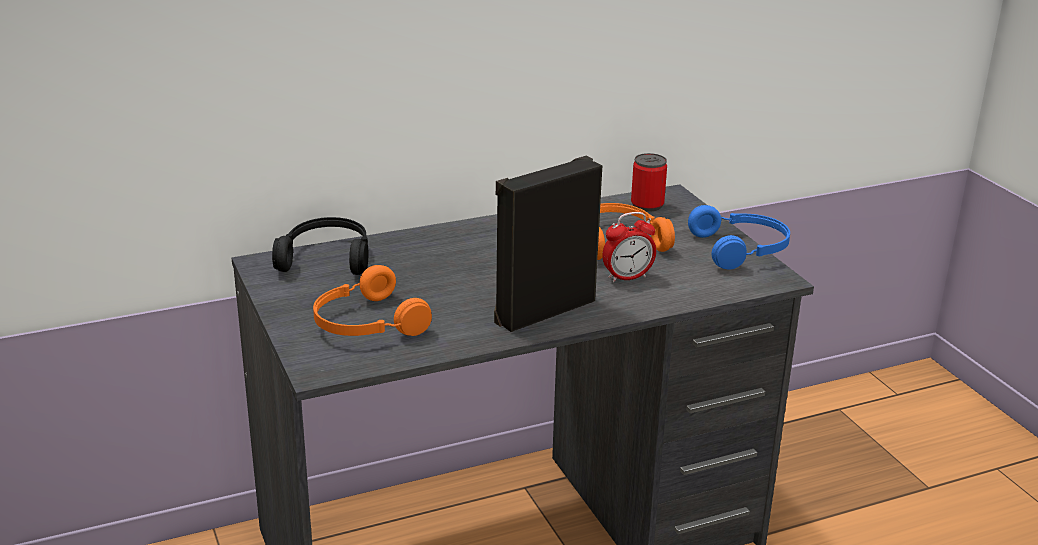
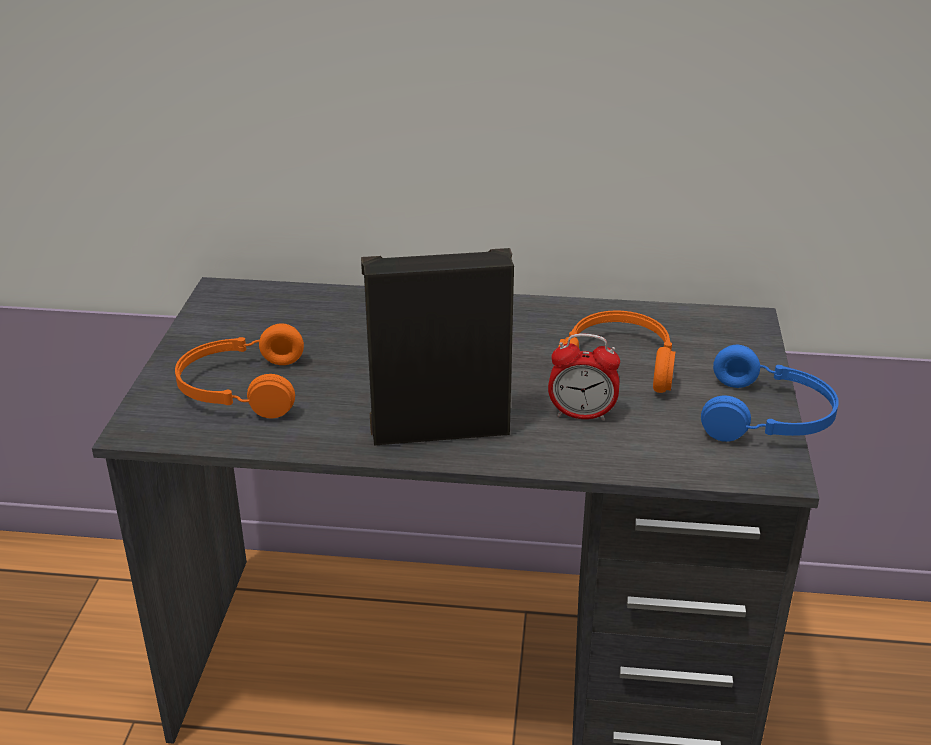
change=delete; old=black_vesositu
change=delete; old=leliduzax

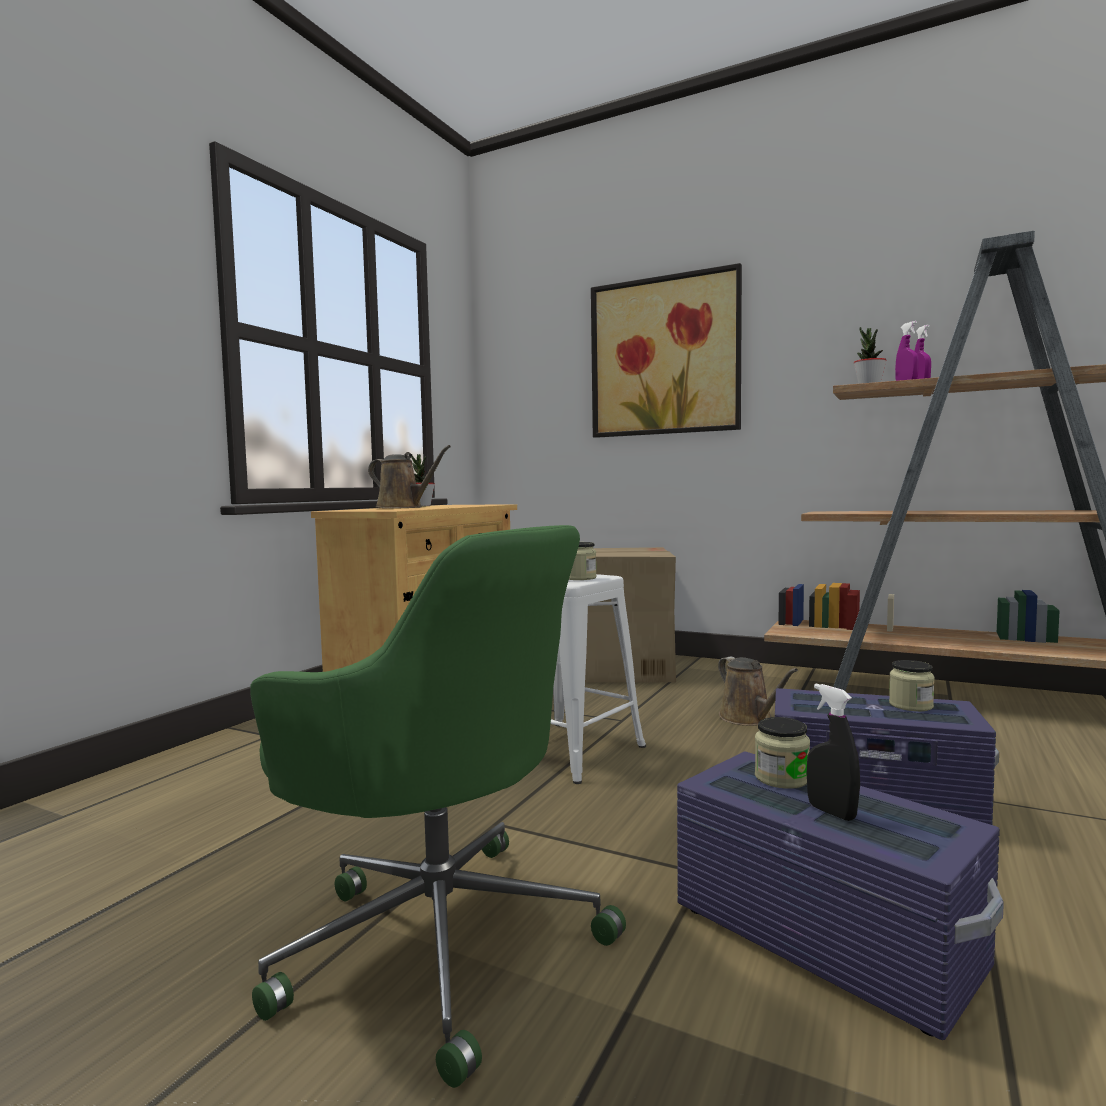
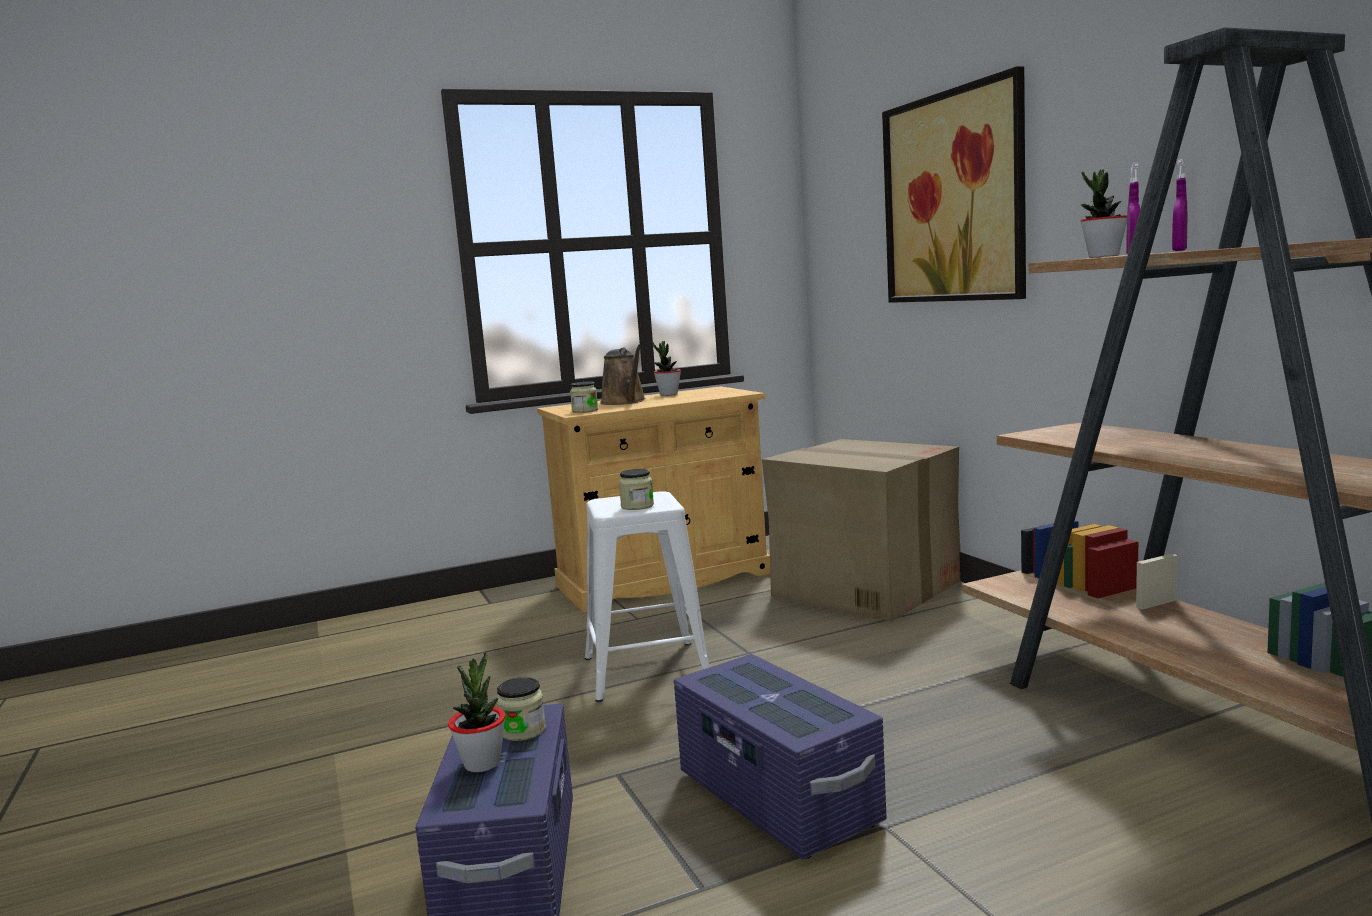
change=replace; old=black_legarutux; new=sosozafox (1st from left)
change=move; old=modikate (3rd from left in the first image); new=modikate (2nd from left)
change=delete; old=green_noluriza
change=delete; old=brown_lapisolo (2nd from left)

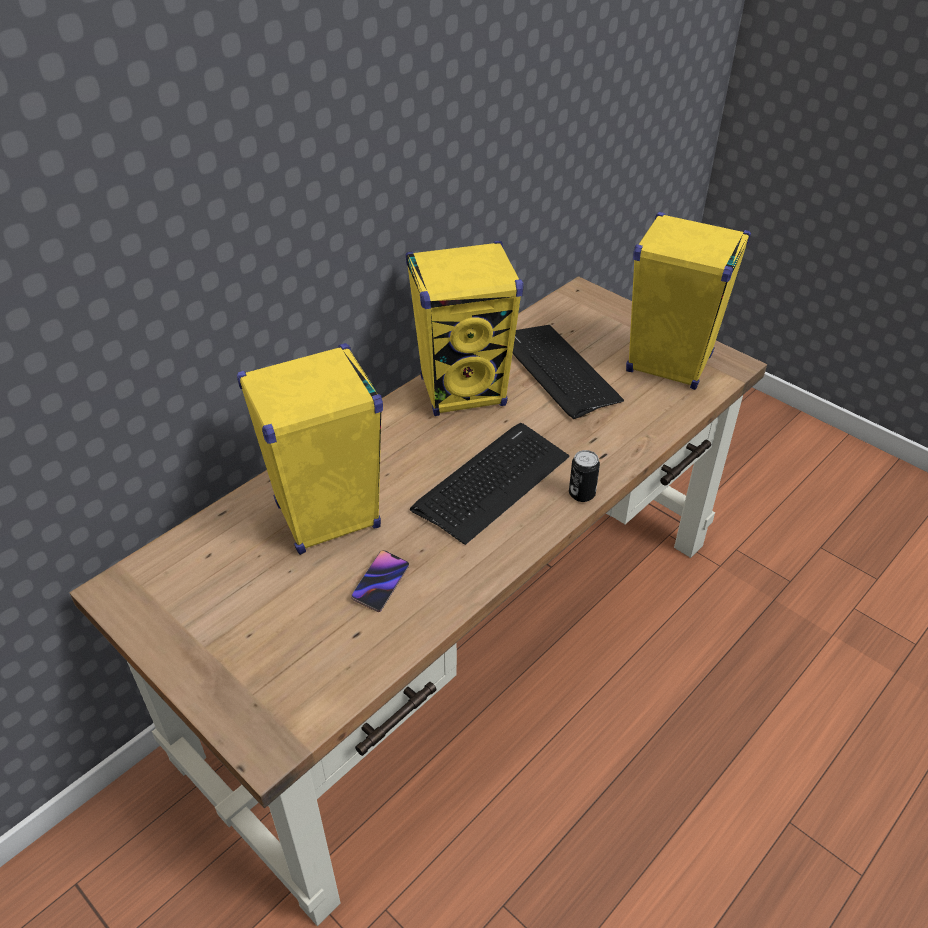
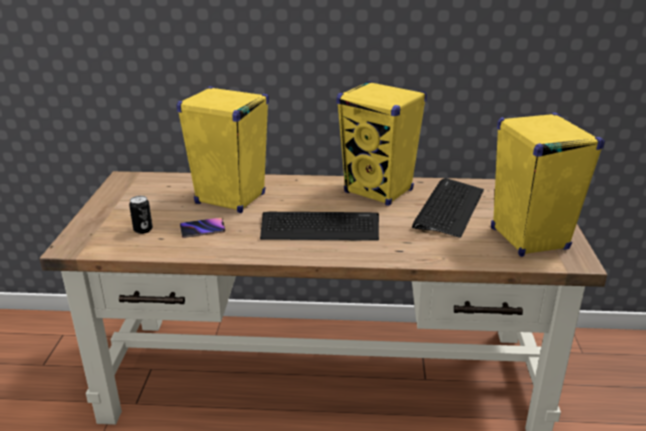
change=move; old=leliduzax

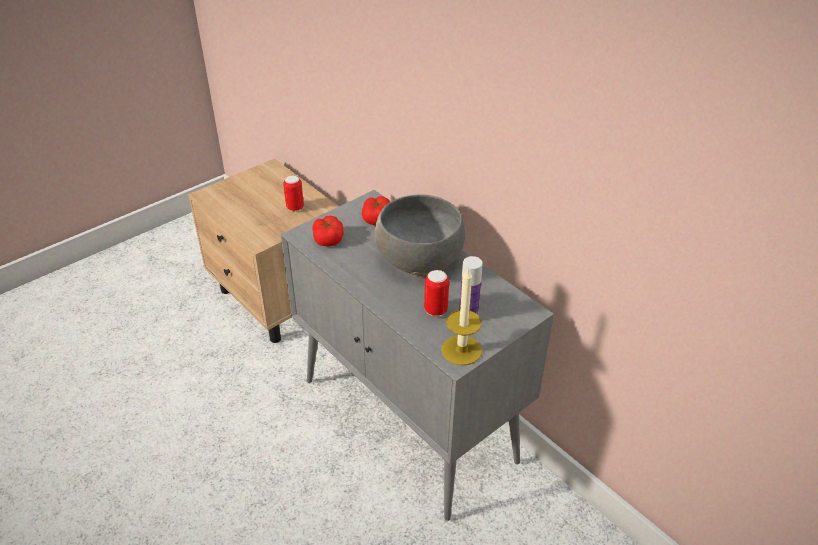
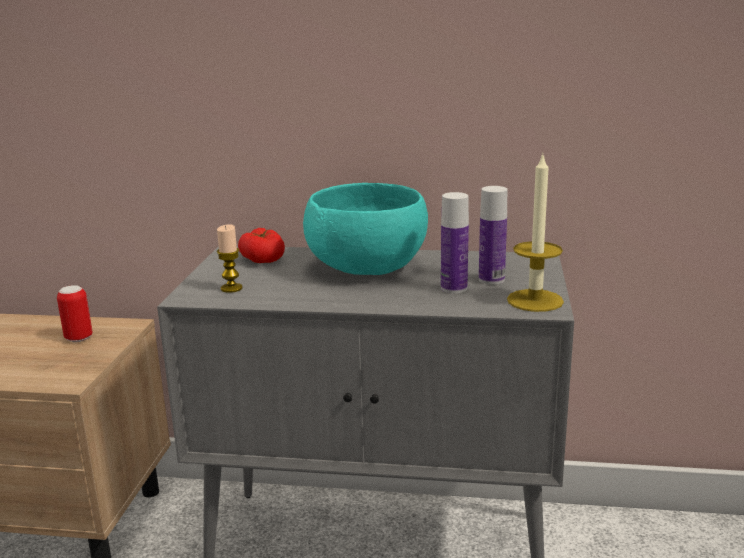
change=replace; old=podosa (1st from left); new=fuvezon (1st from left)
change=recolor; old=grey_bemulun; new=turquoise_bemulun
change=replace; old=leliduzax (2nd from left); new=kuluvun (1st from left)

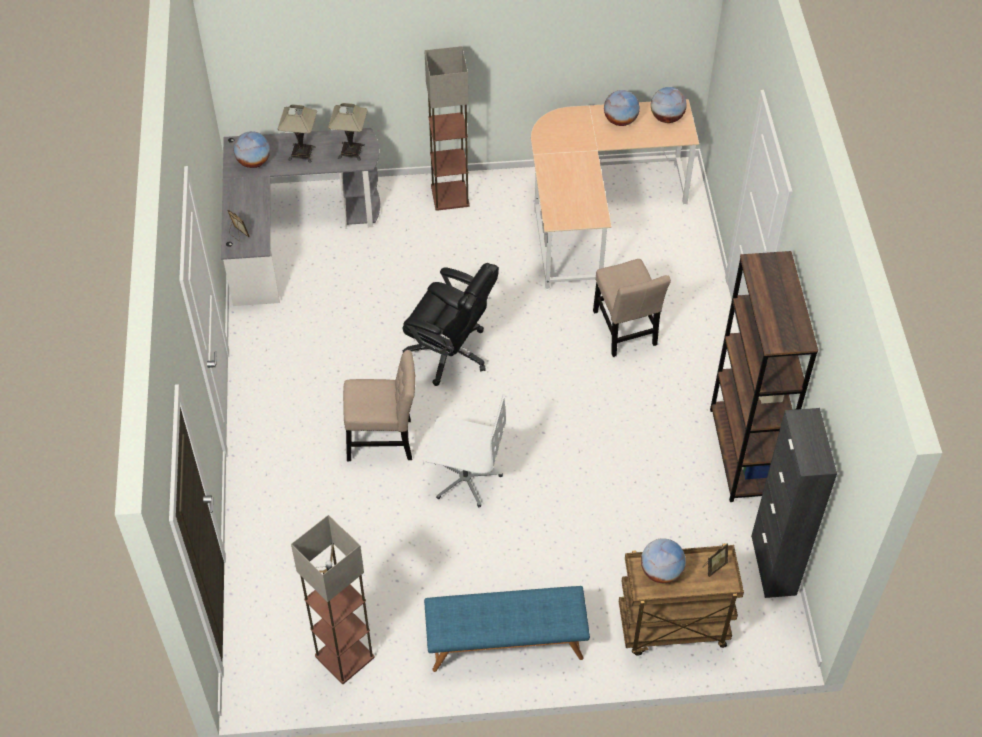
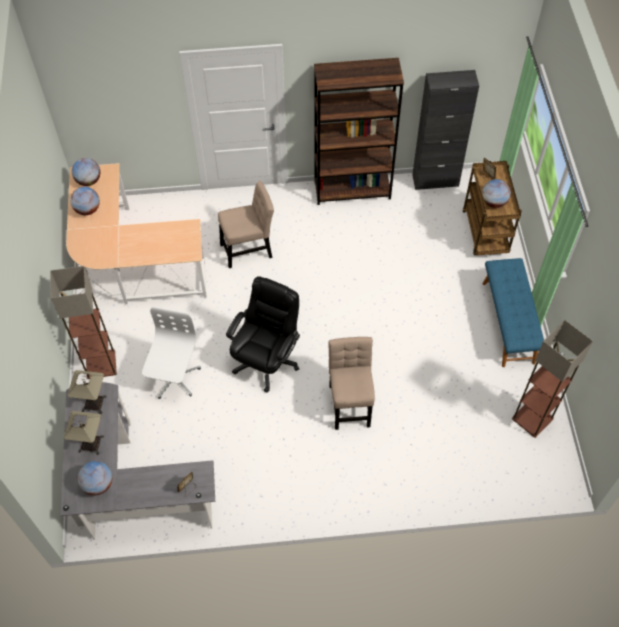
change=move; old=white_noluriza

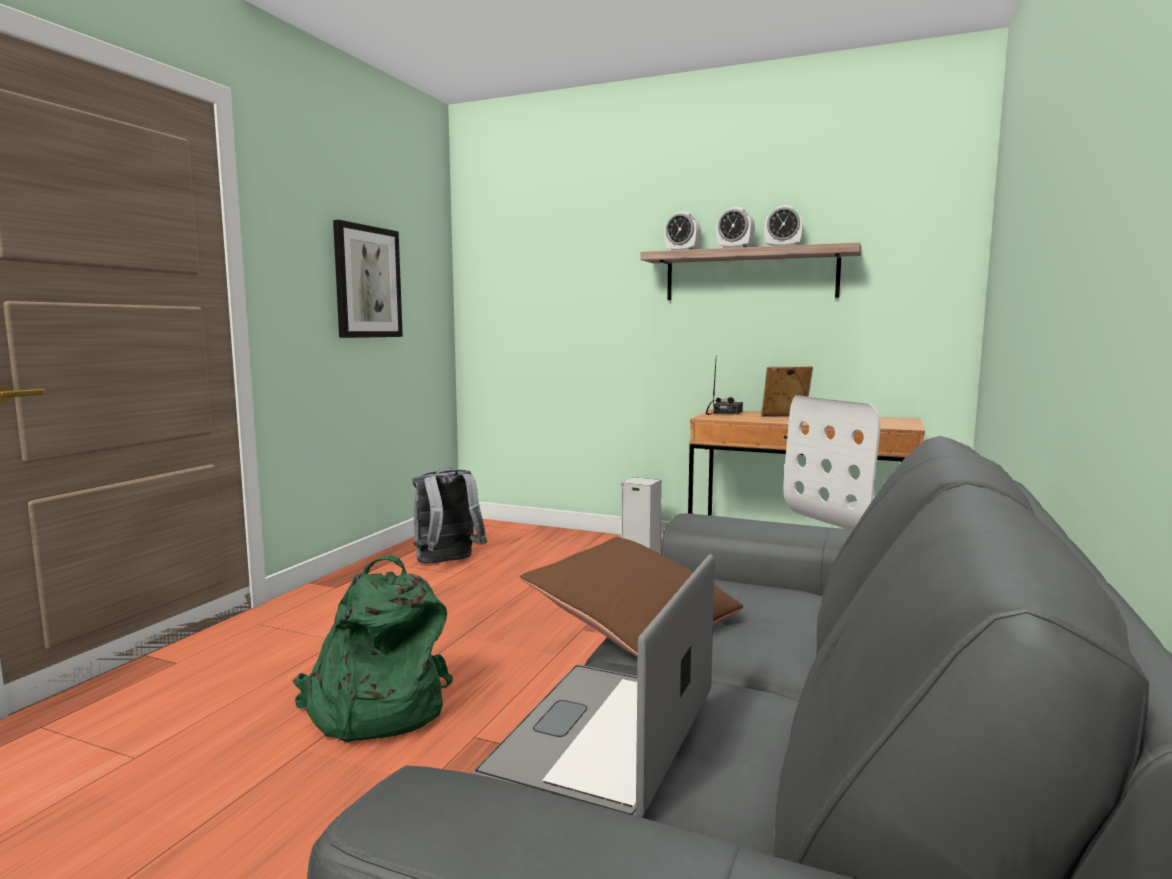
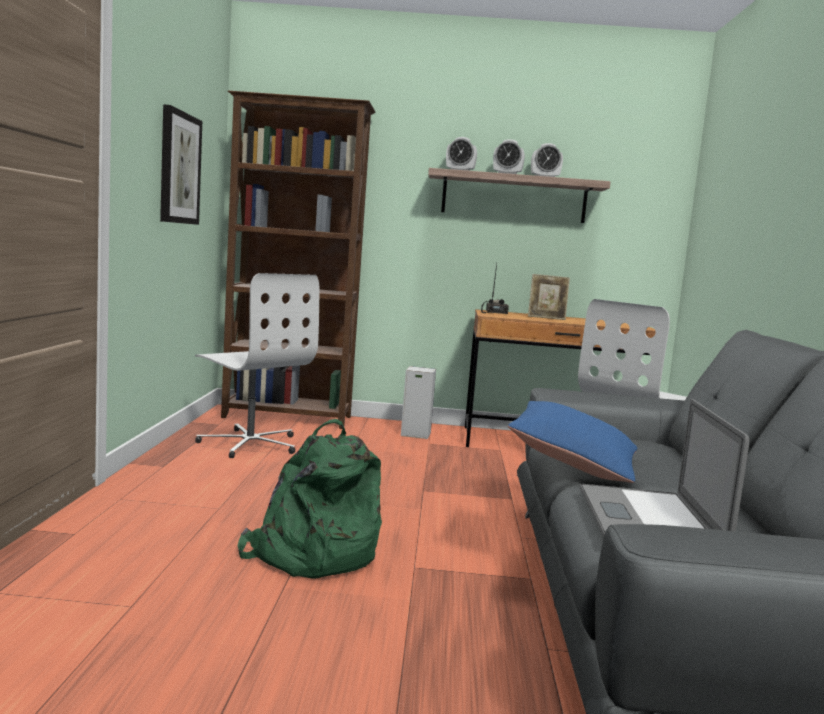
change=replace; old=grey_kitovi; new=white_noluriza (1st from left)
change=insert; new=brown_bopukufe
change=recolor; old=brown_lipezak; new=blue_lipezak
change=rotate; old=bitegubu; degrees=-150

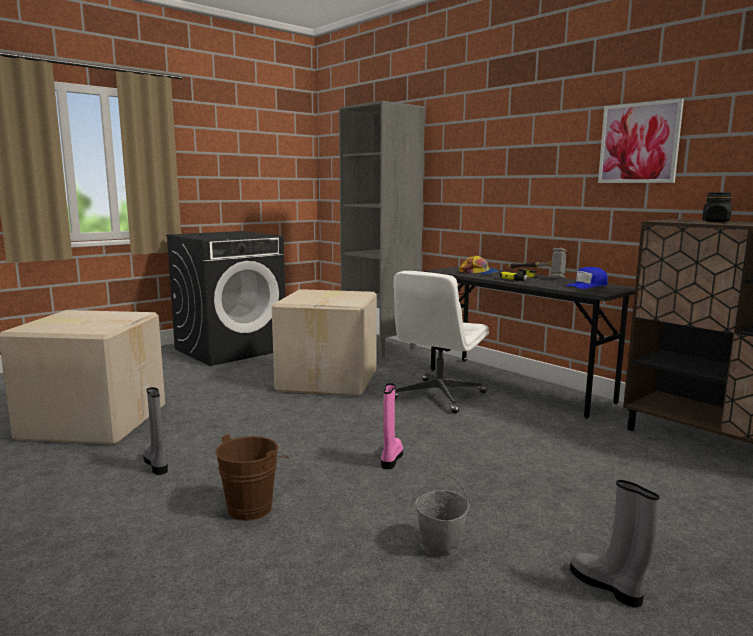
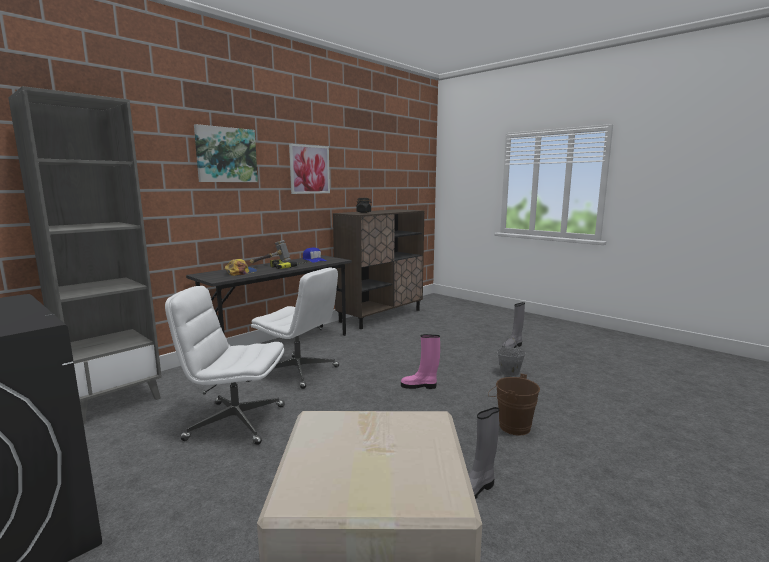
change=replace; old=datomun (2nd from left); new=white_noluriza (1st from left)
change=insert; new=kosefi (1st from left)

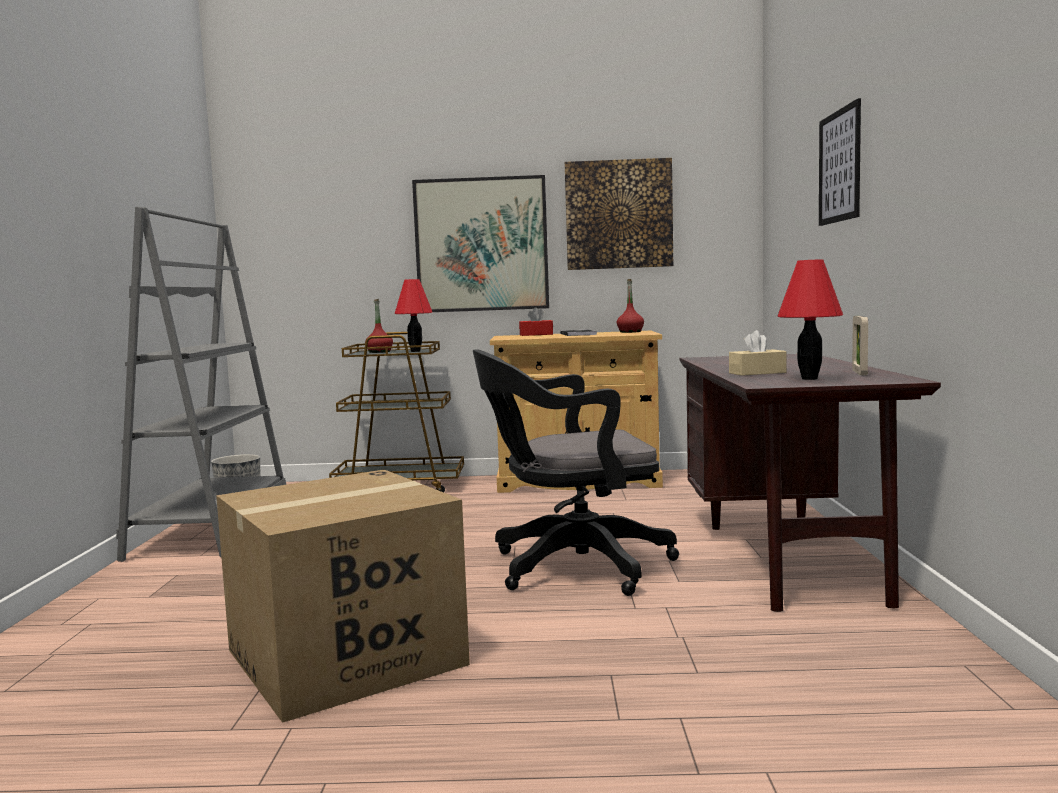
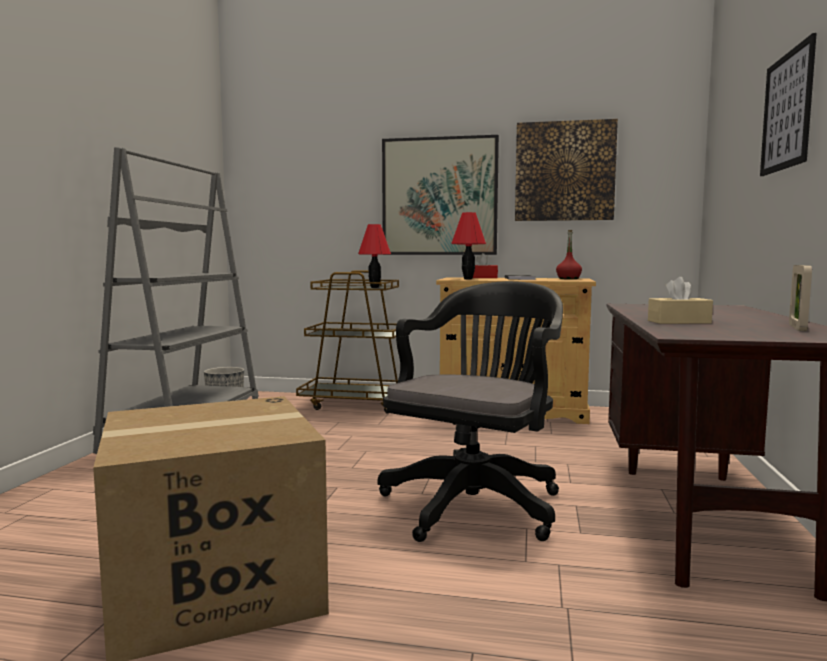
change=rotate; old=black_noluriza; degrees=120
change=move; old=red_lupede (2nd from left)
change=delete; old=red_kuluvun (1st from left)

